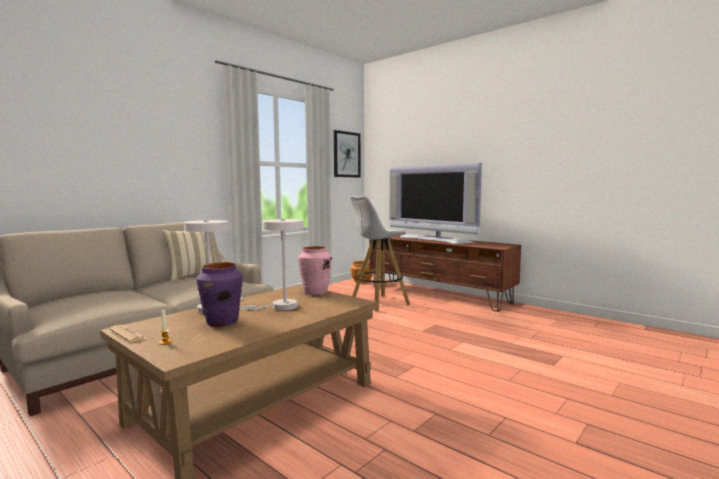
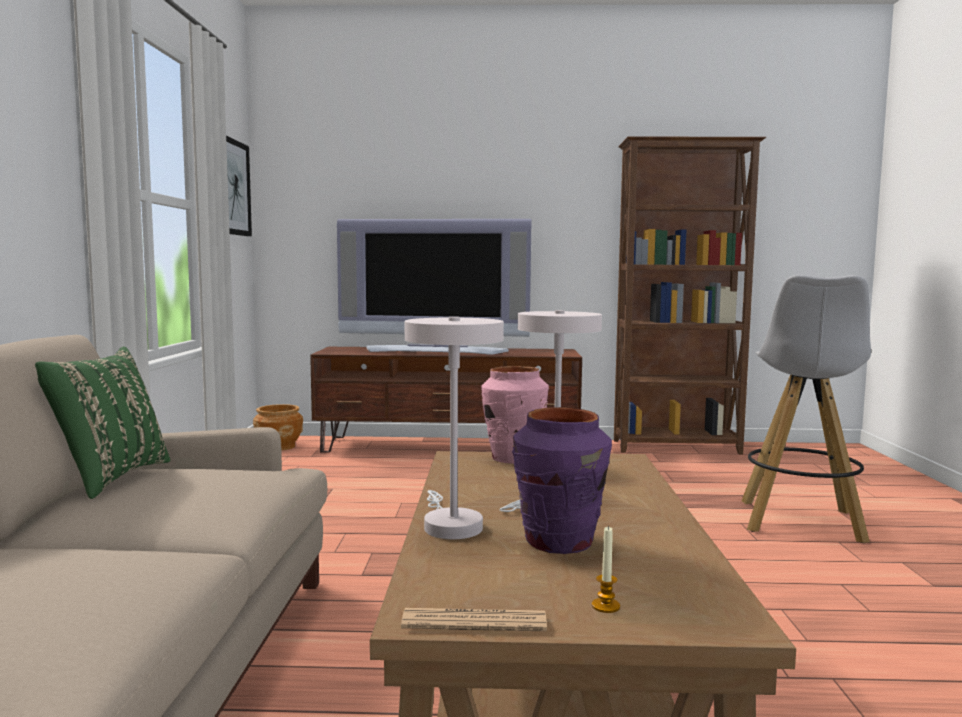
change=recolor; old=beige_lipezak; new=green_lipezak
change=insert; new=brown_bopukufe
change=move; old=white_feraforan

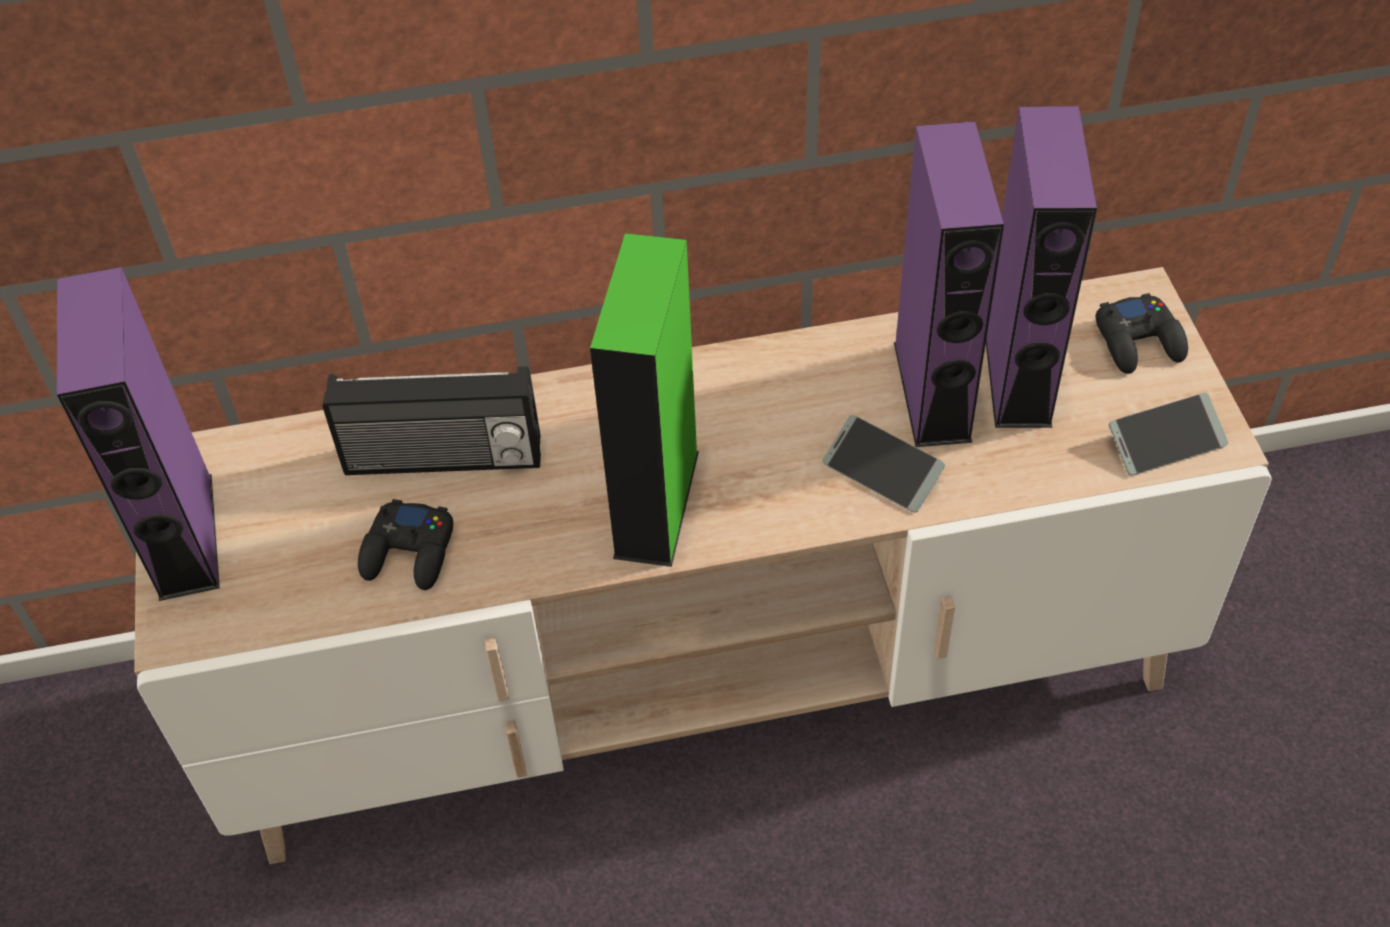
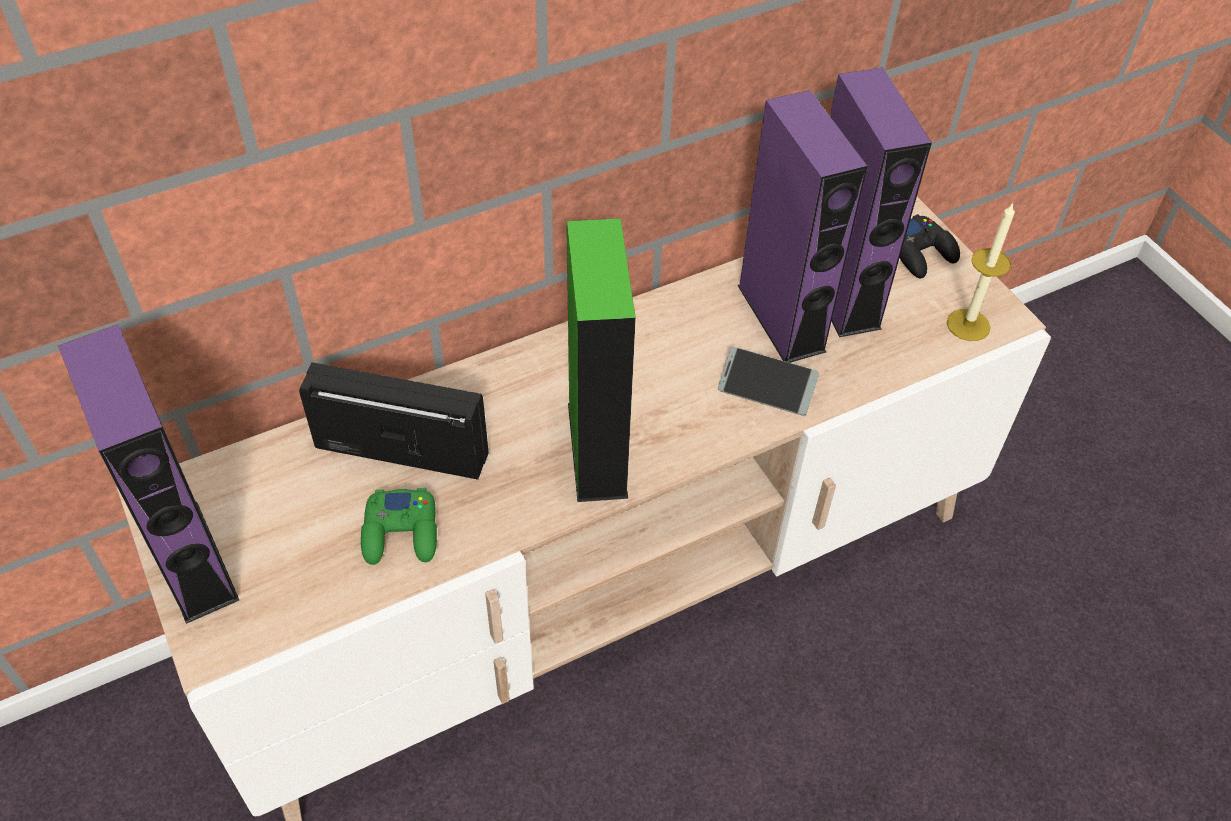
change=rotate; old=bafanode; degrees=-150
change=recolor; old=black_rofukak (1st from left); new=green_rofukak
change=replace; old=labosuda (2nd from left); new=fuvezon

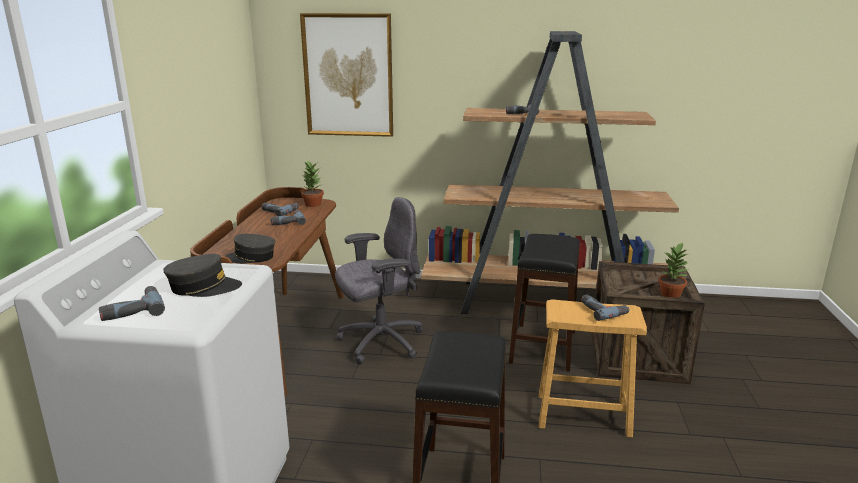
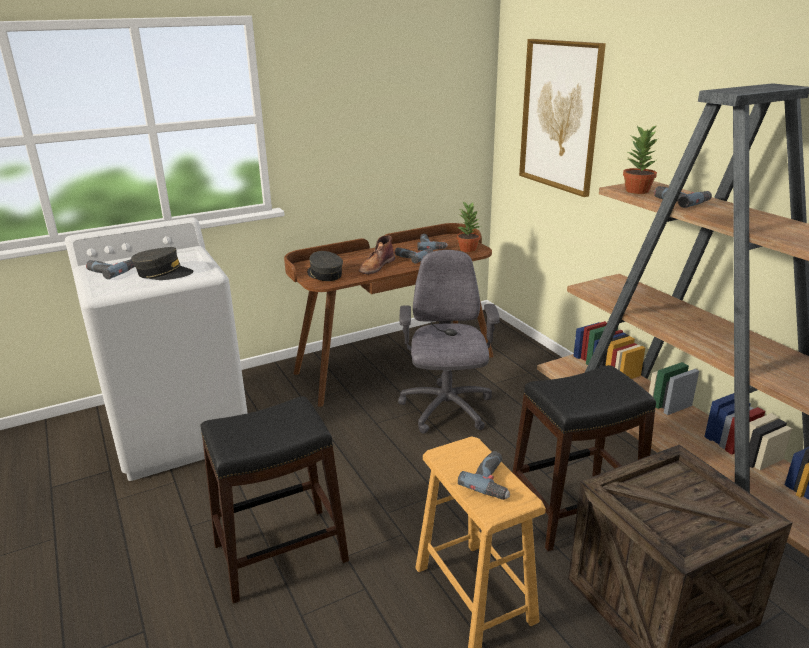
change=rotate; old=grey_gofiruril (1st from left); degrees=-45
change=insert; new=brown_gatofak
change=rotate; old=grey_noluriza; degrees=-120
change=move; old=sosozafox (2nd from left)

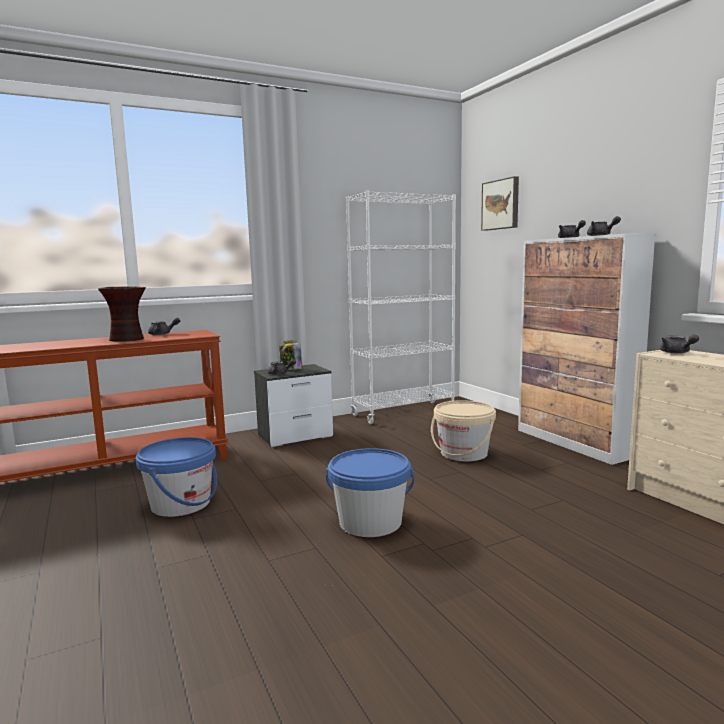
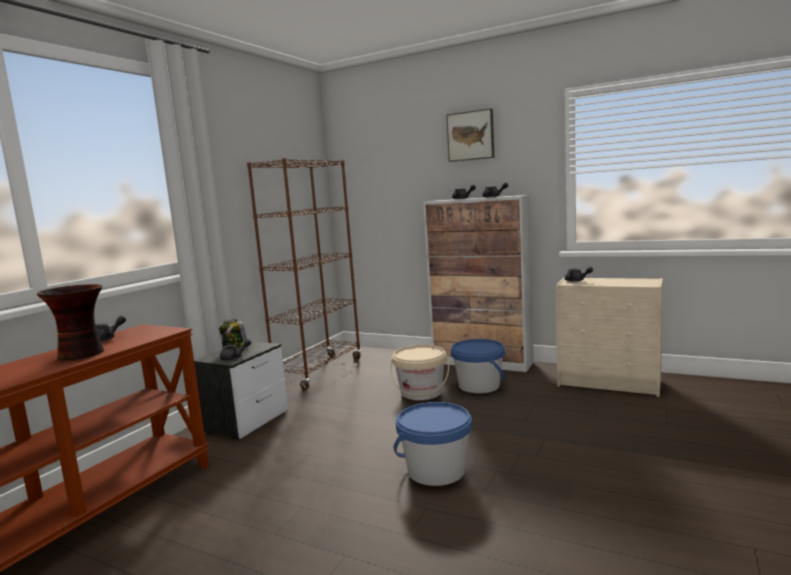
change=recolor; old=white_bopukufe; new=brown_bopukufe
change=move; old=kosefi
change=move; old=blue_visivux (1st from left in the first image); new=blue_visivux (2nd from left)

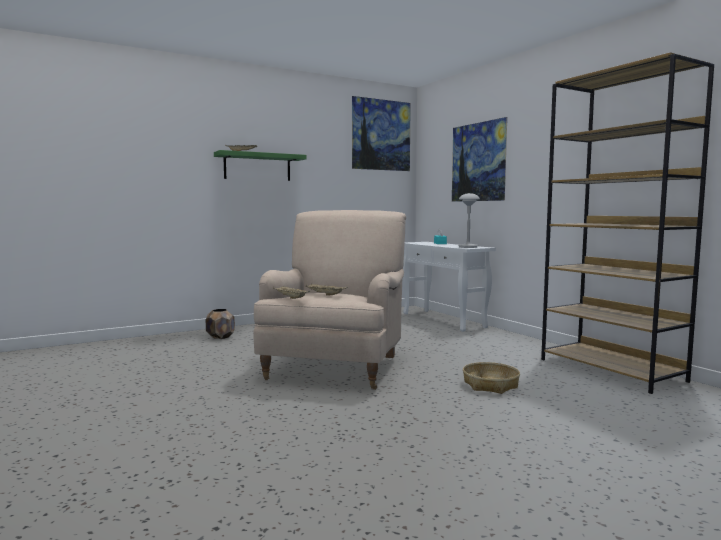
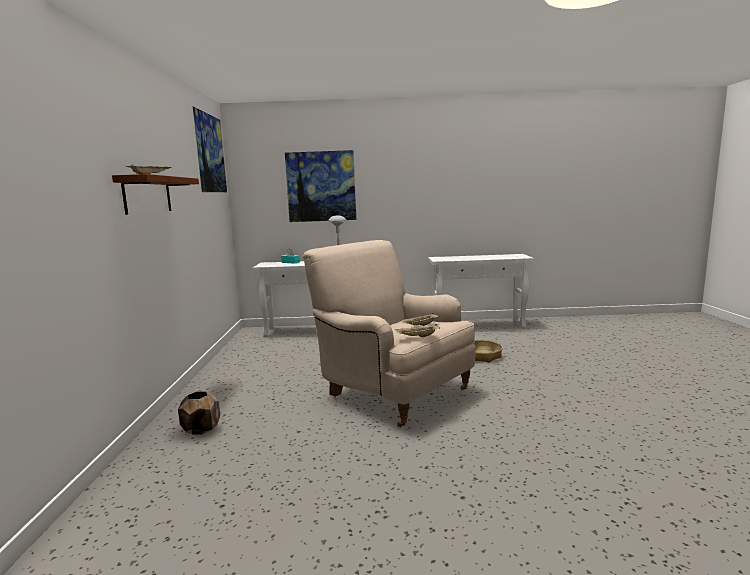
change=recolor; old=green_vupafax; new=brown_vupafax
change=replace; old=brown_bopukufe; new=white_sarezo (2nd from left)

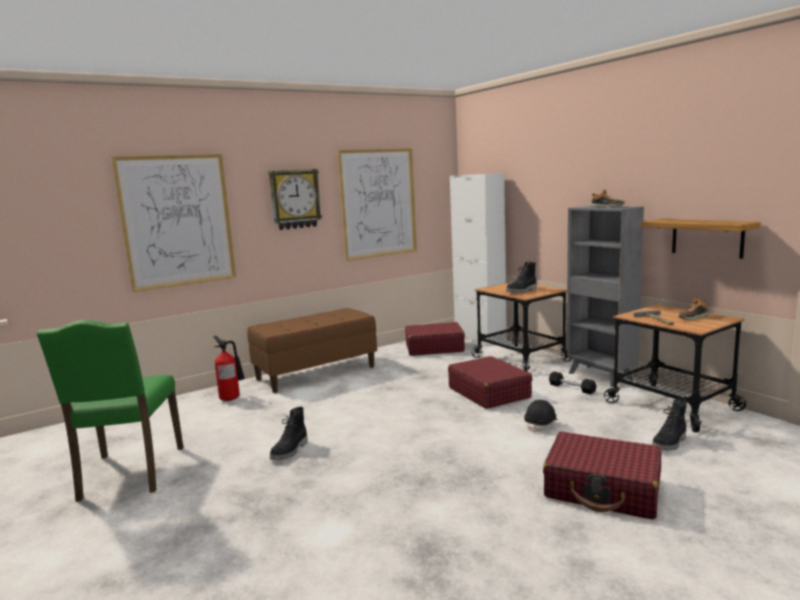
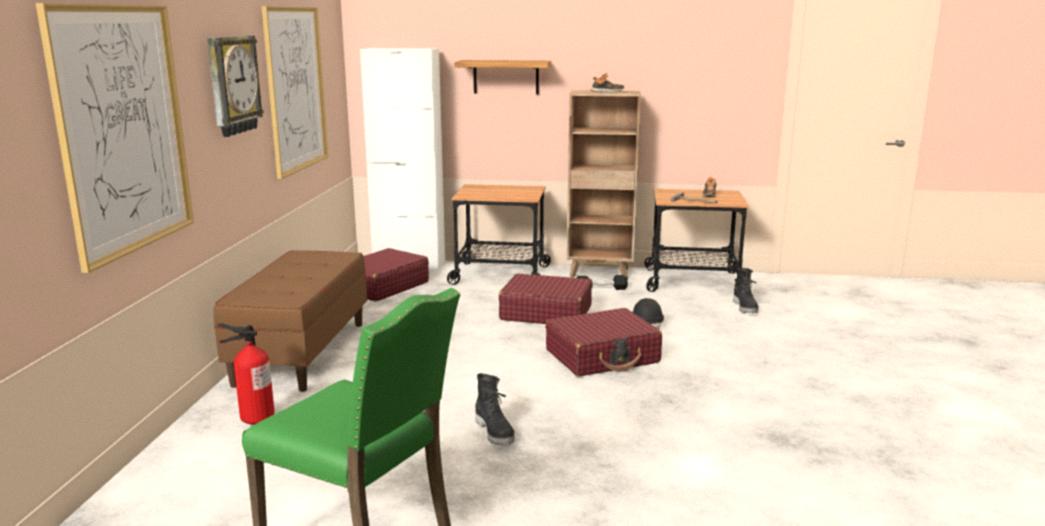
change=move; old=vupafax
change=move; old=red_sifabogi (3rd from left)
change=recolor; old=grey_bopukufe; new=brown_bopukufe
change=delete; old=black_gatofak (2nd from left)

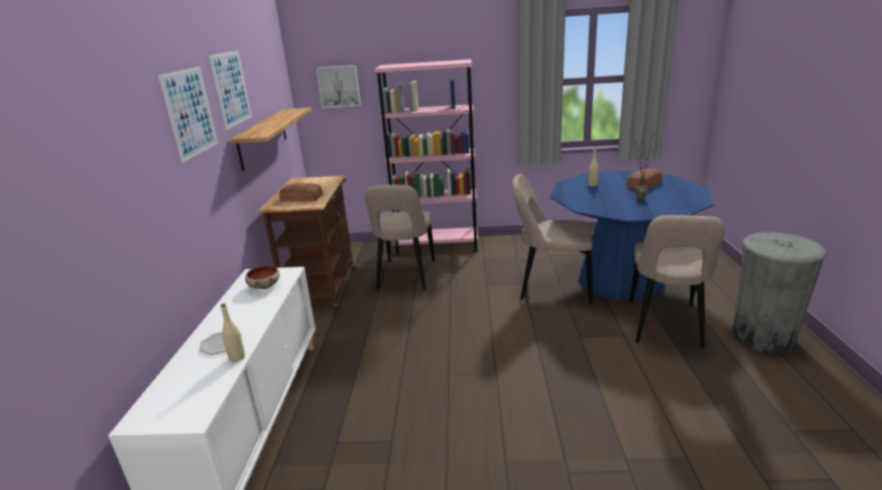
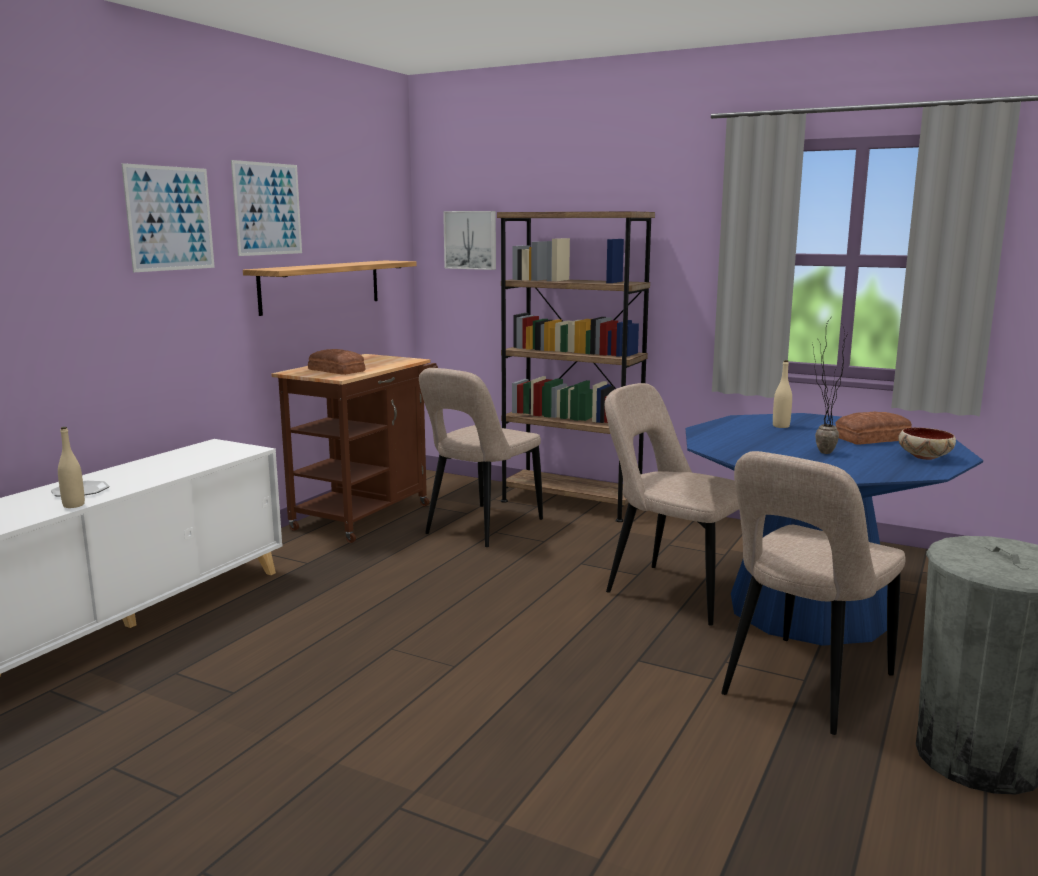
change=recolor; old=pink_bopukufe; new=brown_bopukufe
change=move; old=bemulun

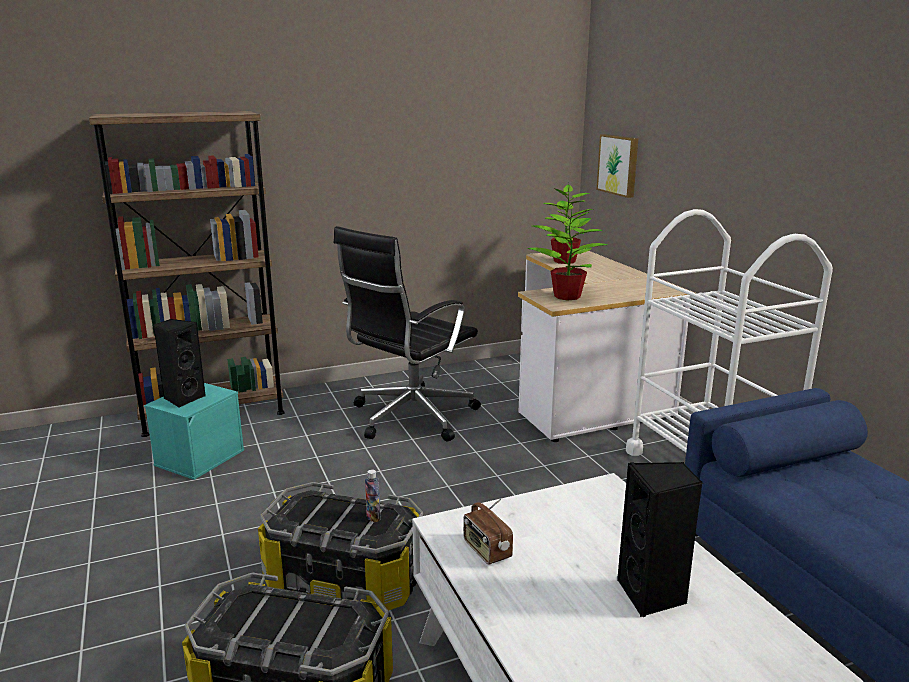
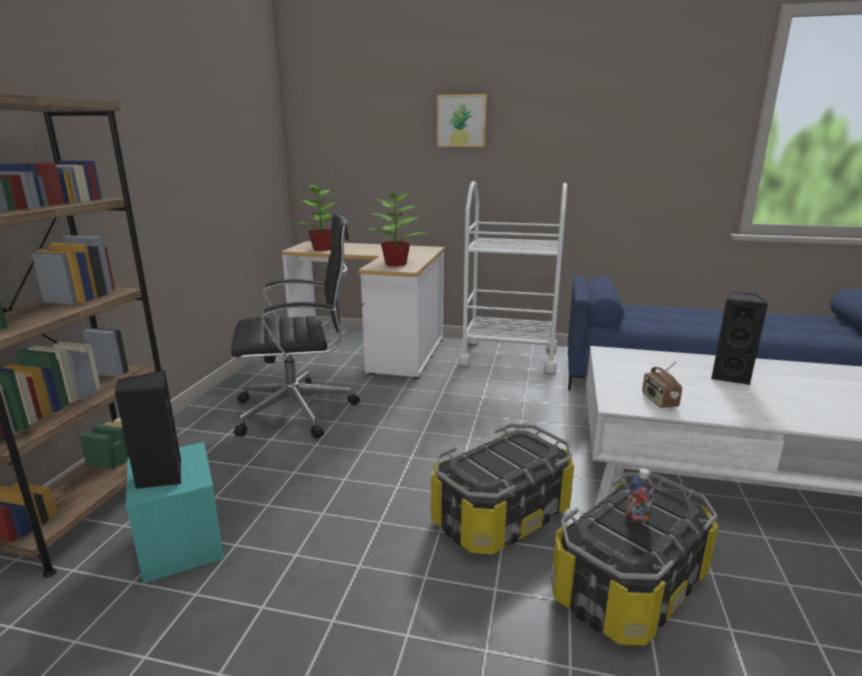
change=rotate; old=black_noluriza; degrees=-90
change=move; old=kosefi
change=move; old=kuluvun
change=rotate; old=bafanode; degrees=75

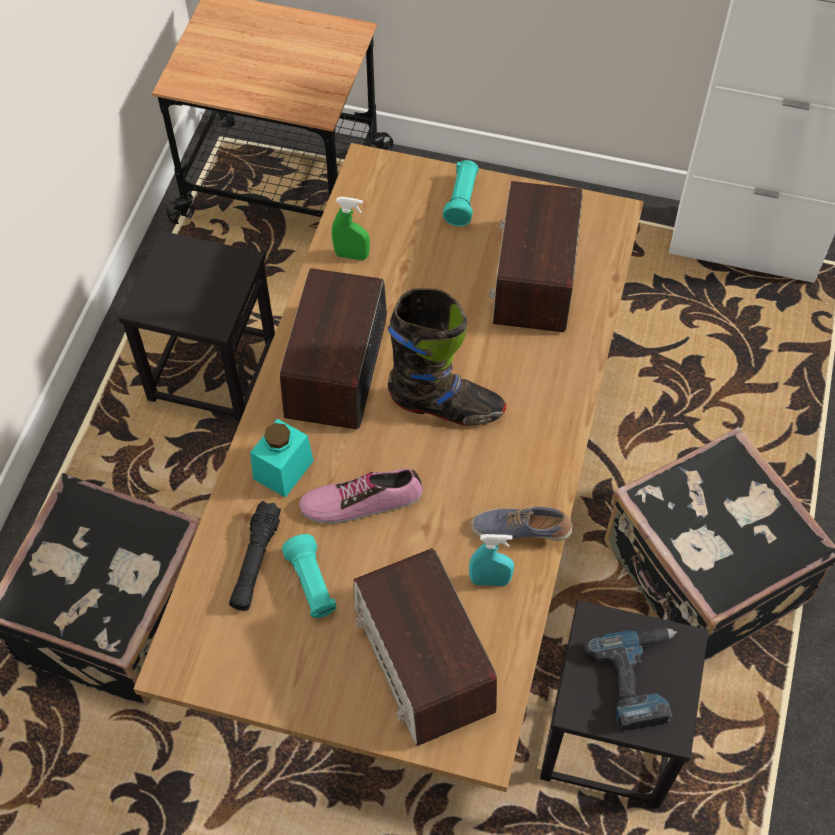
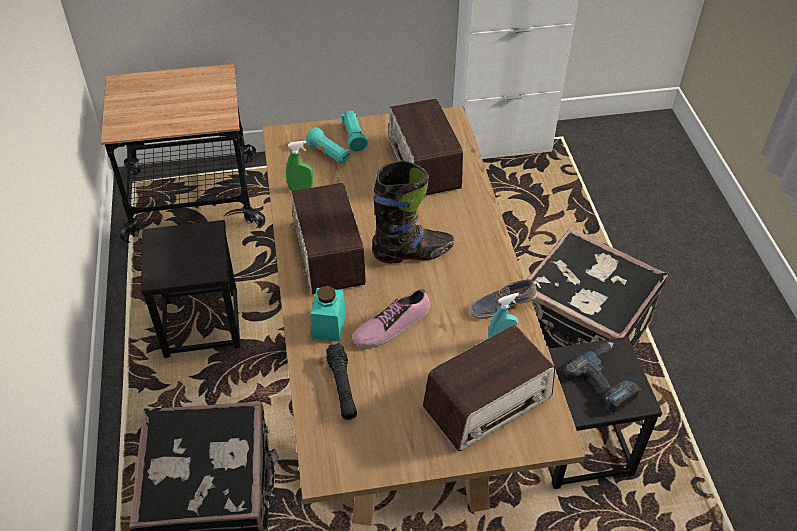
change=move; old=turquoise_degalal (1st from left)
change=rotate; old=bafanode (2nd from left in the first image); degrees=-75

